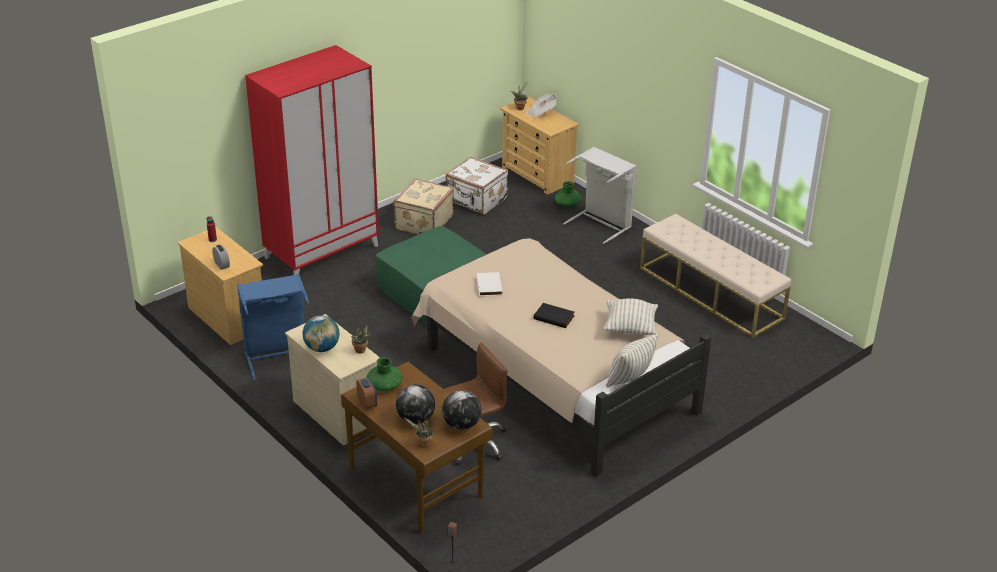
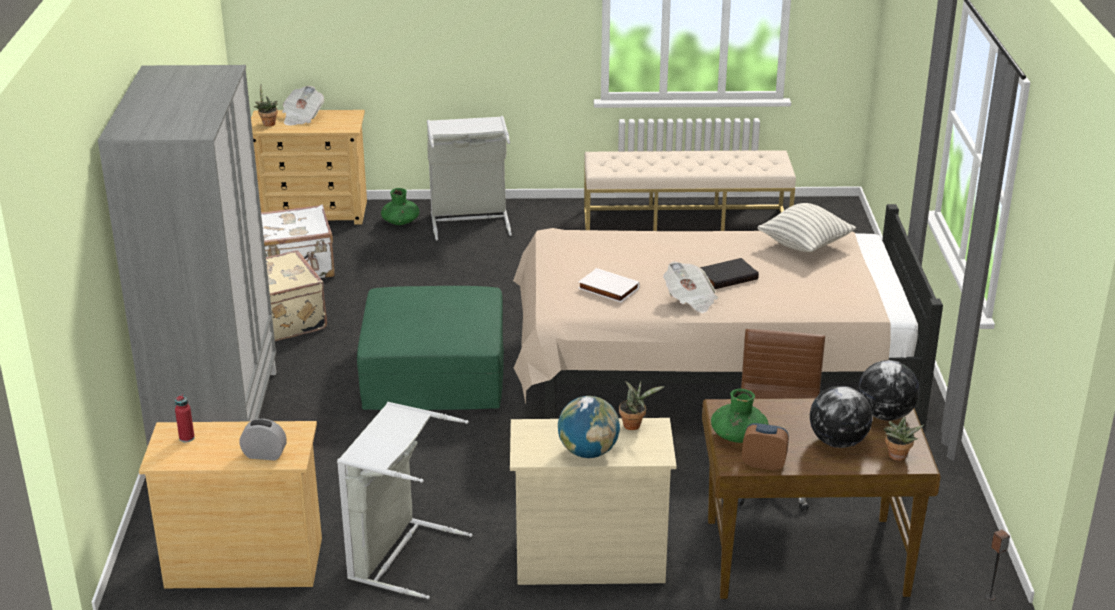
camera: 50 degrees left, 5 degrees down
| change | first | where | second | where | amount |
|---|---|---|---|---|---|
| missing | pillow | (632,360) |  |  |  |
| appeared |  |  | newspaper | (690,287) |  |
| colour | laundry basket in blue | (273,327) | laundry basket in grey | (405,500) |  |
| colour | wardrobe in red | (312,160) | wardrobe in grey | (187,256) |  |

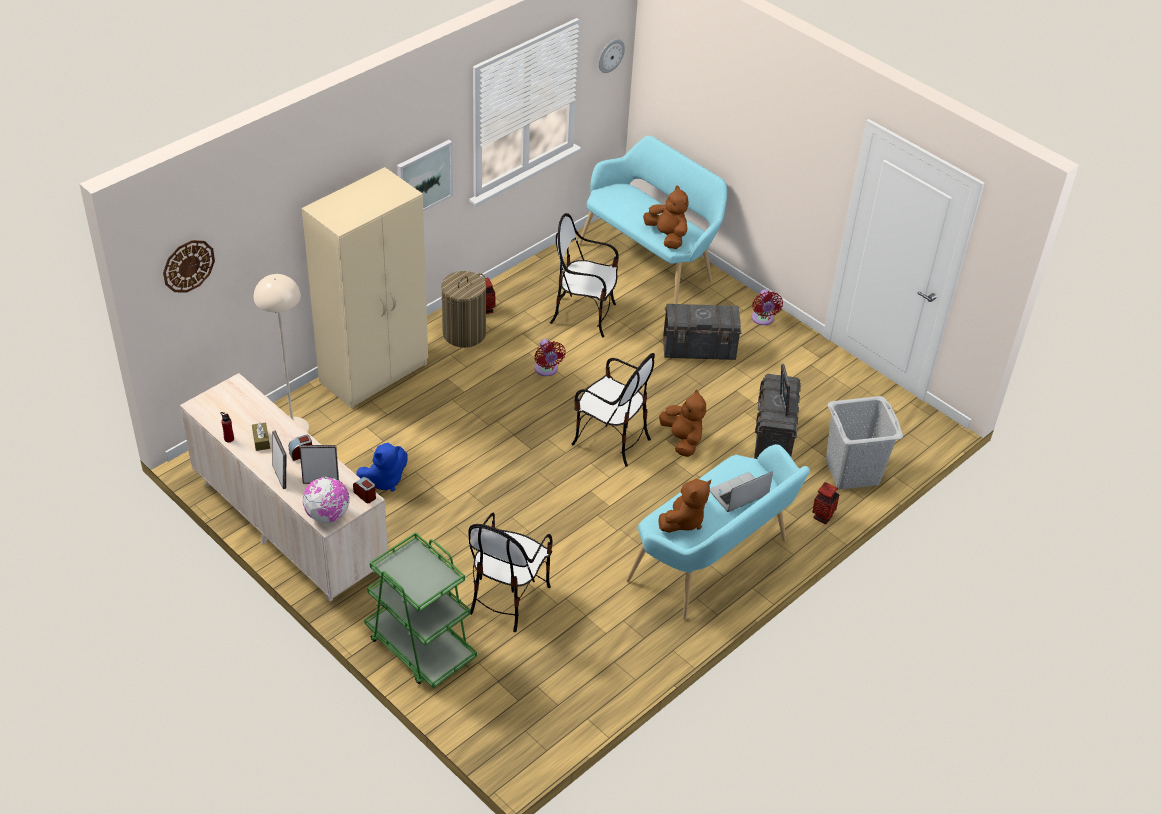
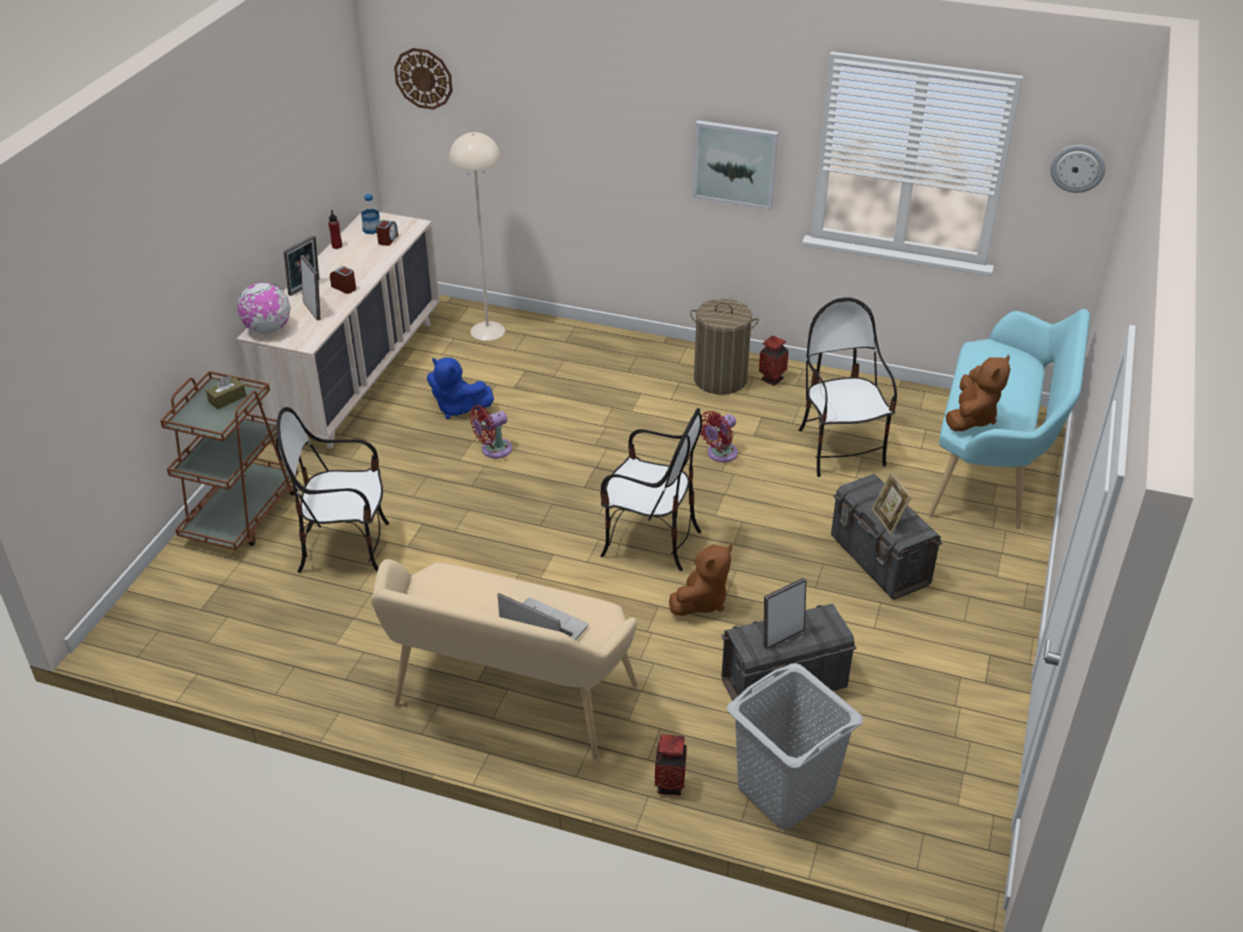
camera: 65 degrees right, 5 degrees down
| change | first | where | second | where | amount |
|---|---|---|---|---|---|
| missing | wardrobe in beige | (365,288) |  |  |  |
| missing | plush toy in brown | (684,506) |  |  |  |
| appeared |  |  | bottle | (370,214) |  |
| appeared |  |  | picture frame | (891,503) |  |
| relocated | tissue box in brown | (261,436) |  | (226,392) |  |
| relocated | alarm clock | (364,490) |  | (387,233) |  |
| relocated | fan in red | (767,307) |  | (491,431) |  |
| colour | cart in green | (420,610) | cart in brown | (229,460) |  |
| colour | bench in turquoise | (718,532) | bench in beige | (504,659) |  |
| spun | chair | (613,410) |  | (651,489) | 75 degrees counterclockwise |

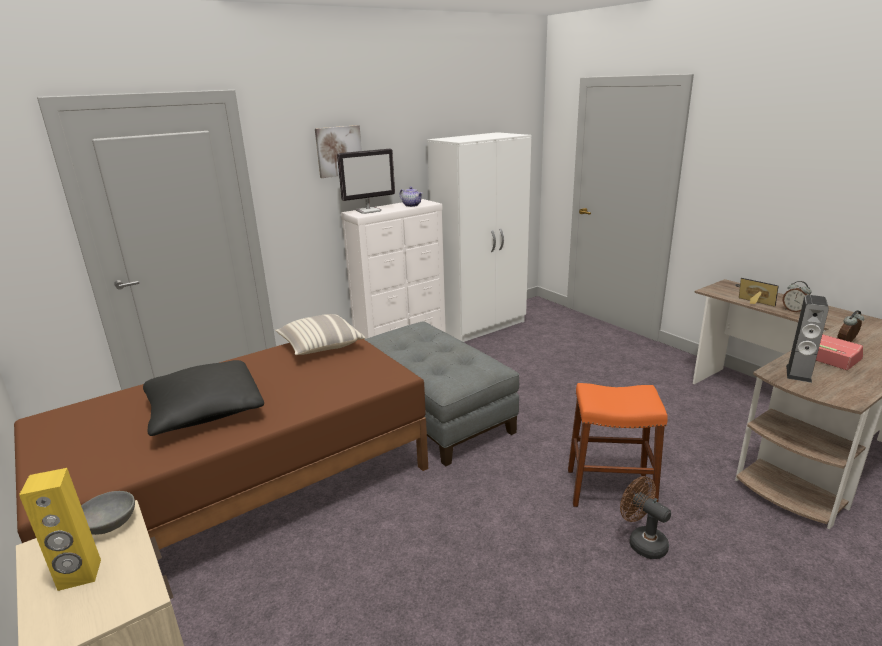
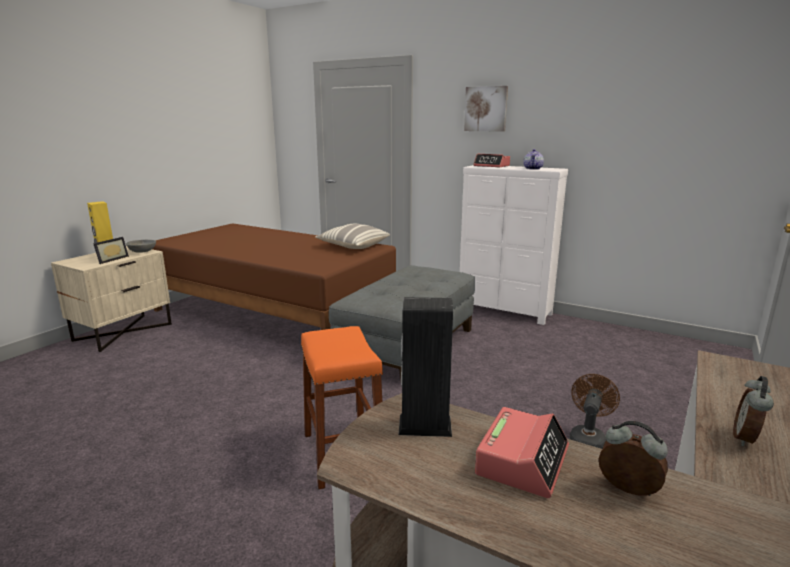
camera: 65 degrees right, 5 degrees down
| change | first | where | second | where | amount |
|---|---|---|---|---|---|
| missing | pillow in black | (203,398) |  |  |  |
| missing | wardrobe in white | (479,237) |  |  |  |
| relocated | fan in brown | (645,517) |  | (594,411) |  |
| relocated | picture frame | (759,292) |  | (111,250) |  |
| exchanged | monitor | (366,181) | alarm clock | (491,161) |  |

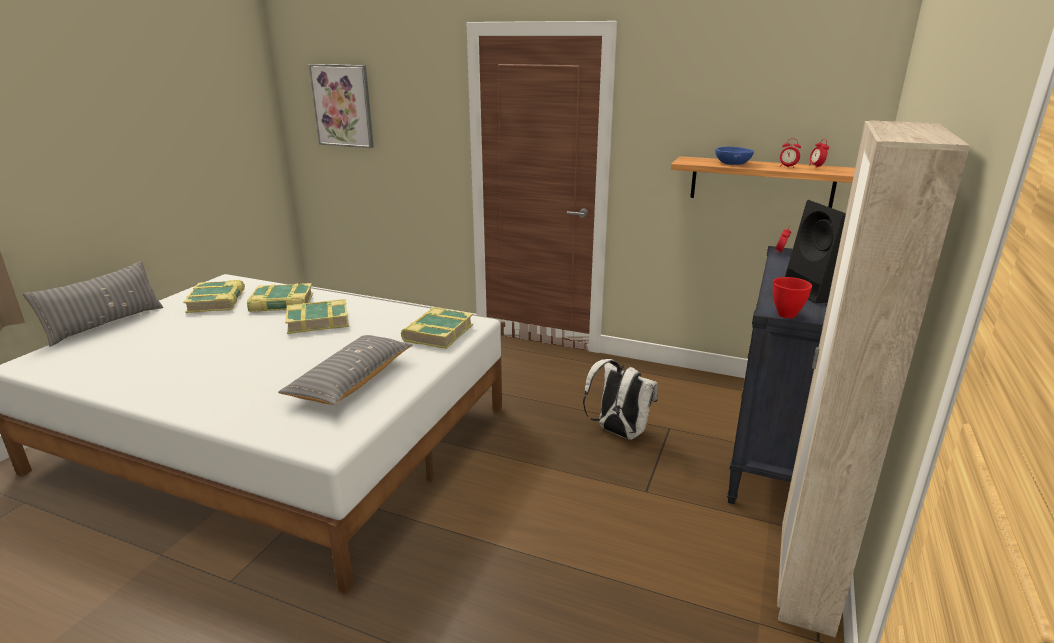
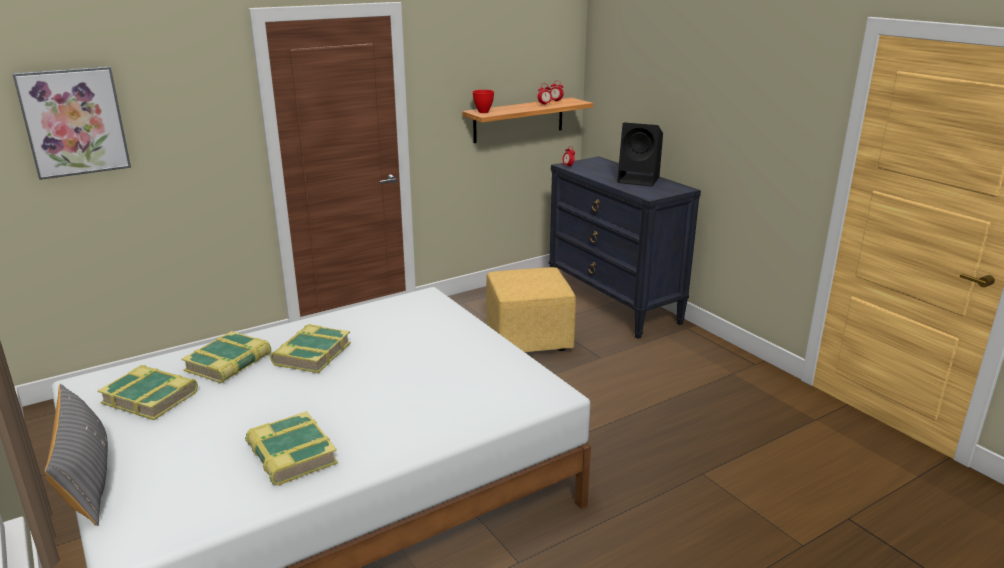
camera: 55 degrees left, 0 degrees up
| change | first | where | second | where | amount |
|---|---|---|---|---|---|
| missing | pillow in grey | (345,370) |  |  |  |
| missing | bowl in blue | (734,156) |  |  |  |
| missing | wardrobe in beige | (873,379) |  |  |  |
| relocated | book | (437,328) |  | (291,448) |  |
| relocated | bowl in red | (792,297) |  | (483,101) |  |
| exchanged | backpack in white | (620,399) | ottoman in yellow | (531,309) |  |

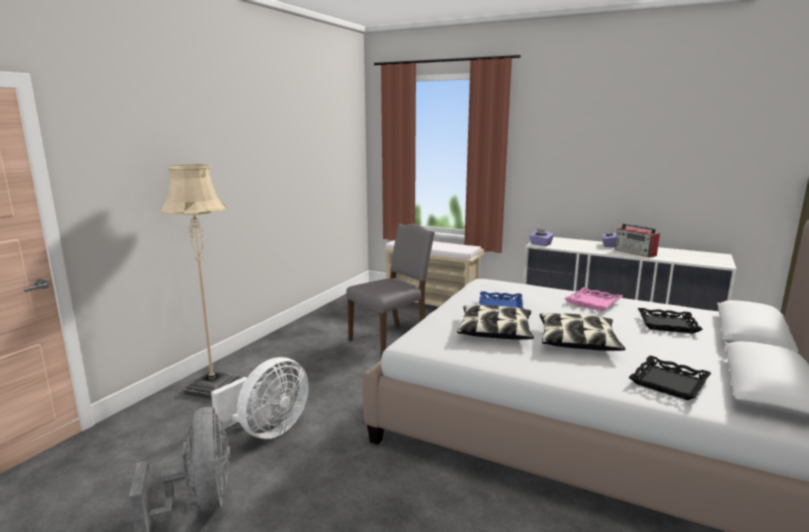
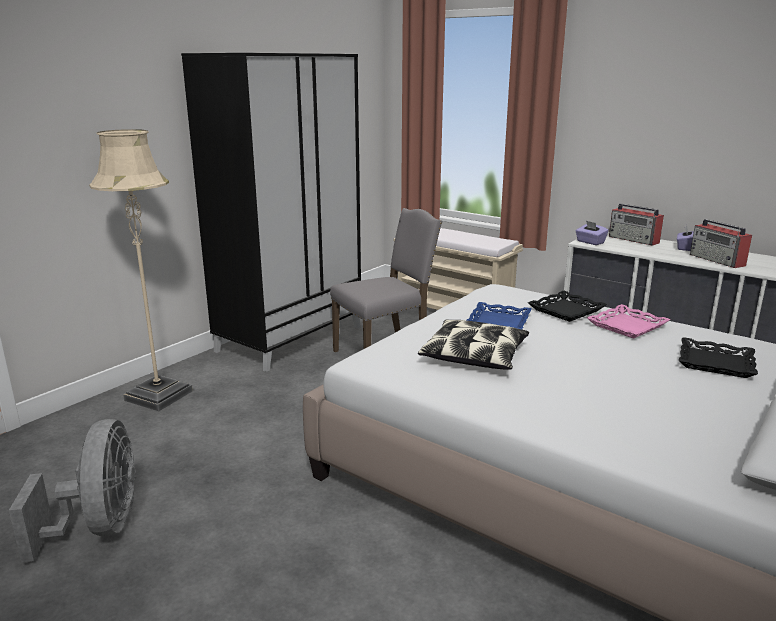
camera: 10 degrees right, 5 degrees up
| change | first | where | second | where | amount |
|---|---|---|---|---|---|
| missing | fan in white | (260,398) |  |  |  |
| missing | pillow | (582,332) |  |  |  |
| appeared |  |  | wardrobe in black | (271,212) |  |
| appeared |  |  | radio | (636,225) |  |
| relocated | tray in black | (669,378) |  | (567,306) |  |

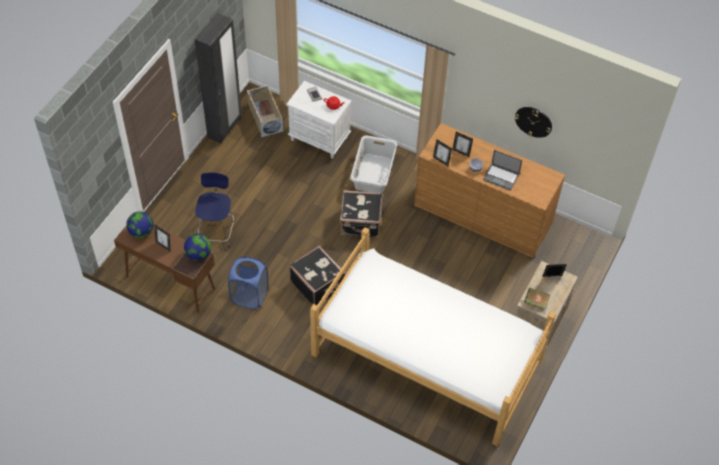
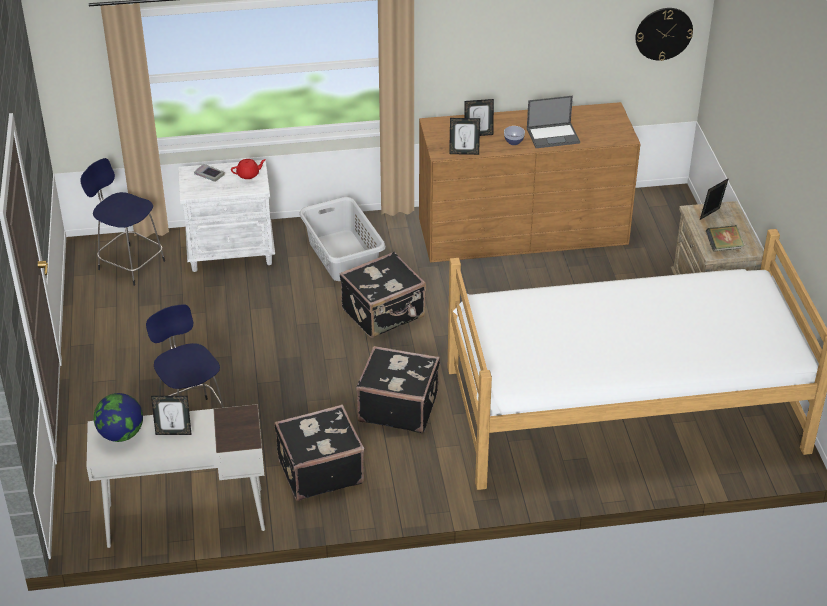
camera: 35 degrees left, 15 degrees down
| change | first | where | second | where | amount |
|---|---|---|---|---|---|
| missing | globe | (197,247) |  |  |  |
| missing | wardrobe in black | (218,78) |  |  |  |
| relocated | wall clock | (533,122) |  | (664,34) |  |
| exchanged | laundry basket in blue | (248,283) | suitcase in black | (319,452) |  |
| exchanged | storage box in beige | (265,111) | stool in blue | (122,222) |  |
| colour | desk in brown | (164,269) | desk in white | (175,476) |  |

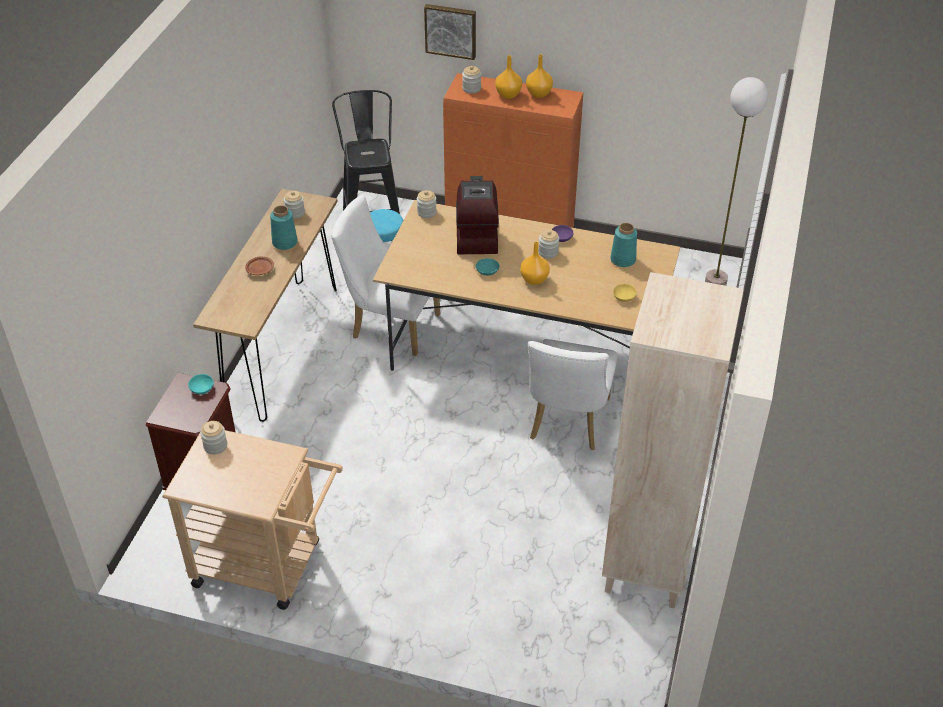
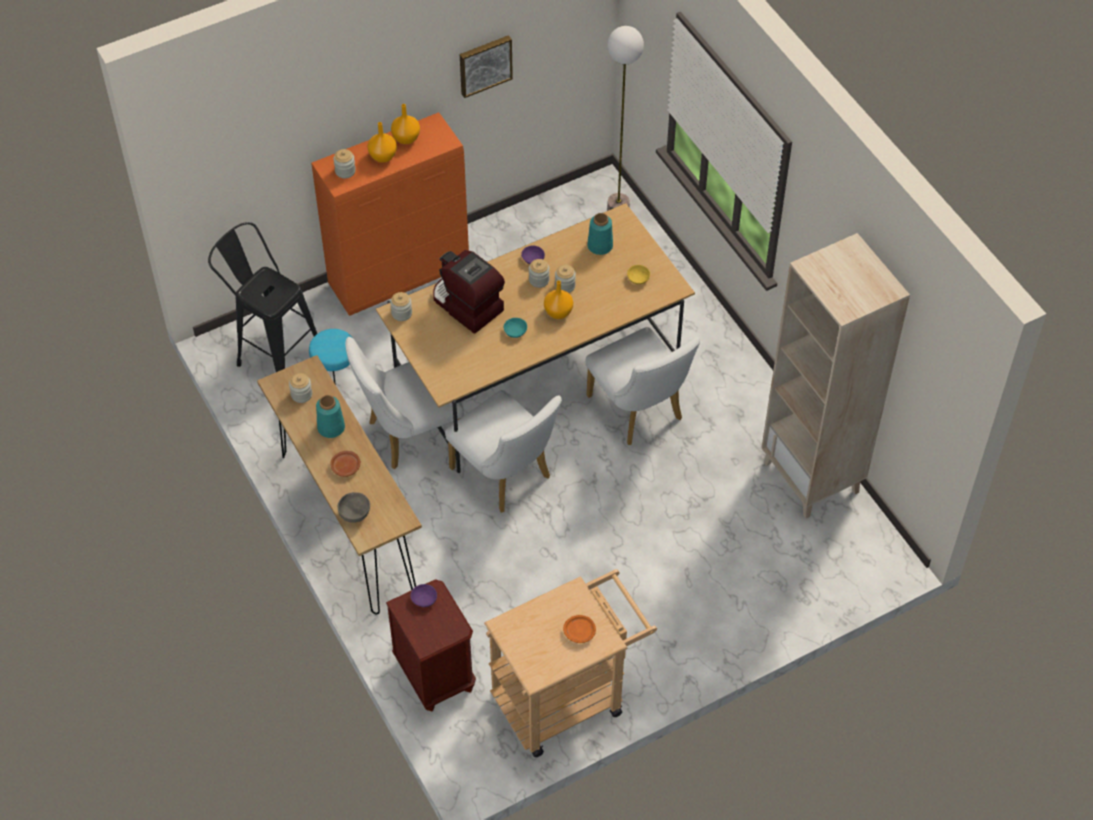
camera: 45 degrees left, 10 degrees up
| change | first | where | second | where | amount |
|---|---|---|---|---|---|
| appeared |  |  | bowl in grey | (354,507) |  |
| appeared |  |  | chair in white | (503,451) |  |
| appeared |  |  | plate in orange | (579,629) |  |
| relocated | jar | (213,437) |  | (565,279) |  |
| relocated | picture | (450,32) |  | (486,66) |  |
| colour | bowl in turquoise | (201,384) | bowl in purple | (424,595) |  |

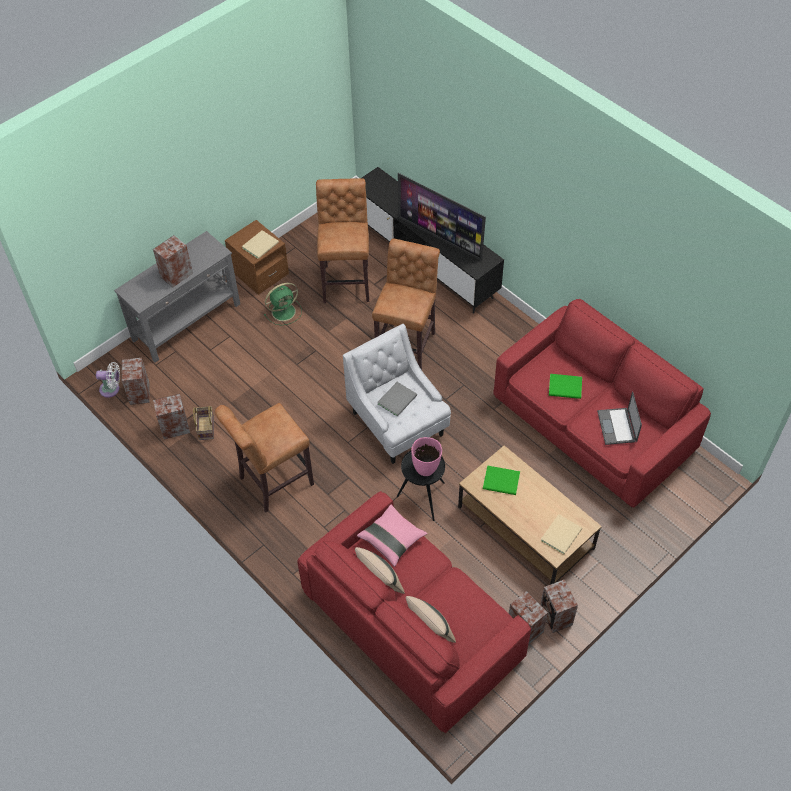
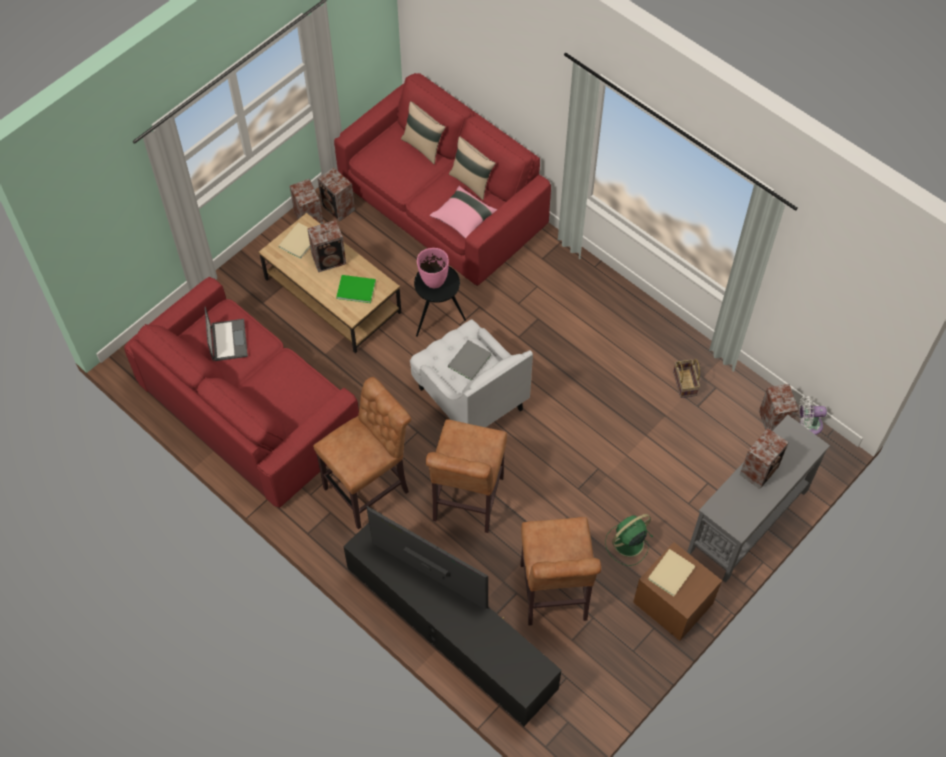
camera: 175 degrees right, 5 degrees up
| change | first | where | second | where | amount |
|---|---|---|---|---|---|
| missing | book in green | (565,386) |  |  |  |
| relocated | speaker | (171,416) |  | (326,246) |  |
| relocated | stool in brown | (264,458) |  | (362,453) |  |

